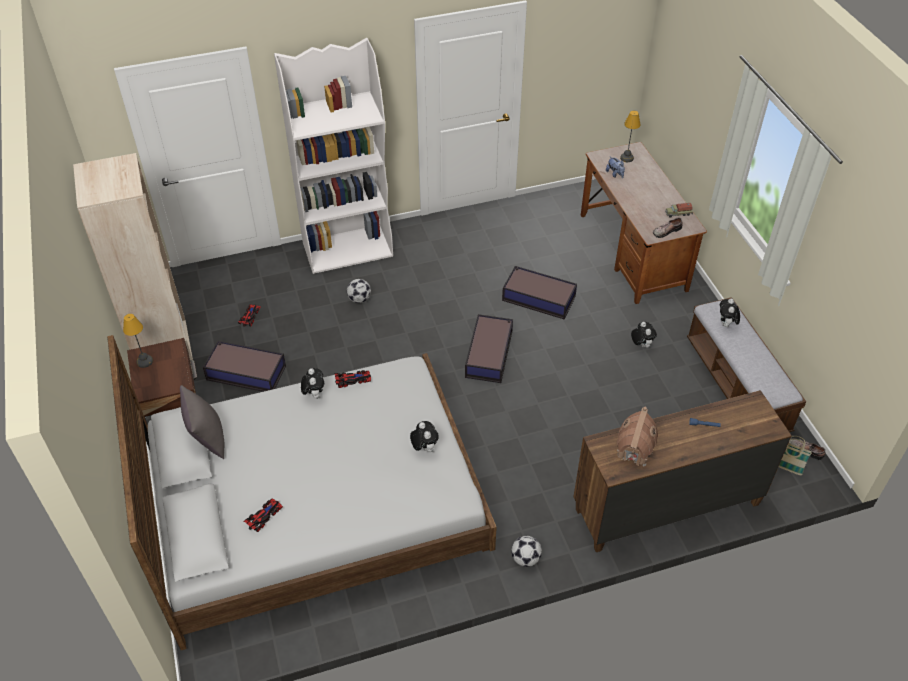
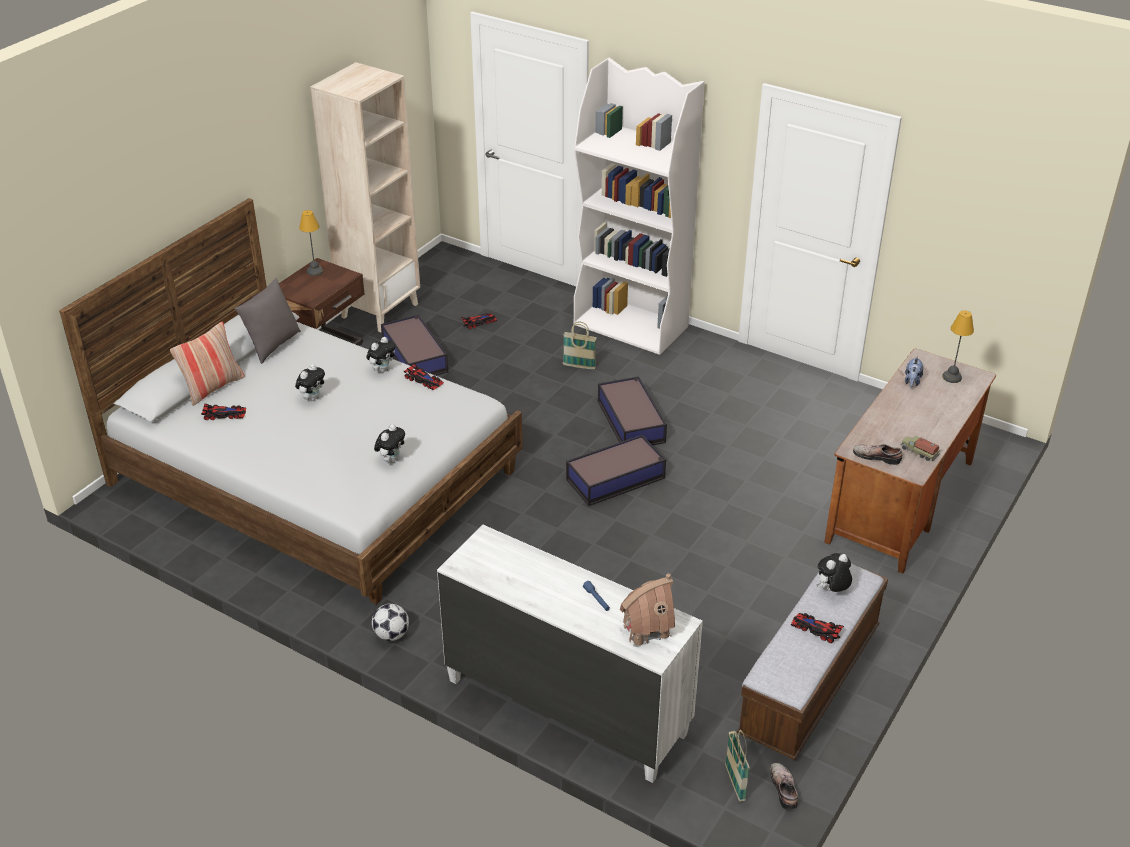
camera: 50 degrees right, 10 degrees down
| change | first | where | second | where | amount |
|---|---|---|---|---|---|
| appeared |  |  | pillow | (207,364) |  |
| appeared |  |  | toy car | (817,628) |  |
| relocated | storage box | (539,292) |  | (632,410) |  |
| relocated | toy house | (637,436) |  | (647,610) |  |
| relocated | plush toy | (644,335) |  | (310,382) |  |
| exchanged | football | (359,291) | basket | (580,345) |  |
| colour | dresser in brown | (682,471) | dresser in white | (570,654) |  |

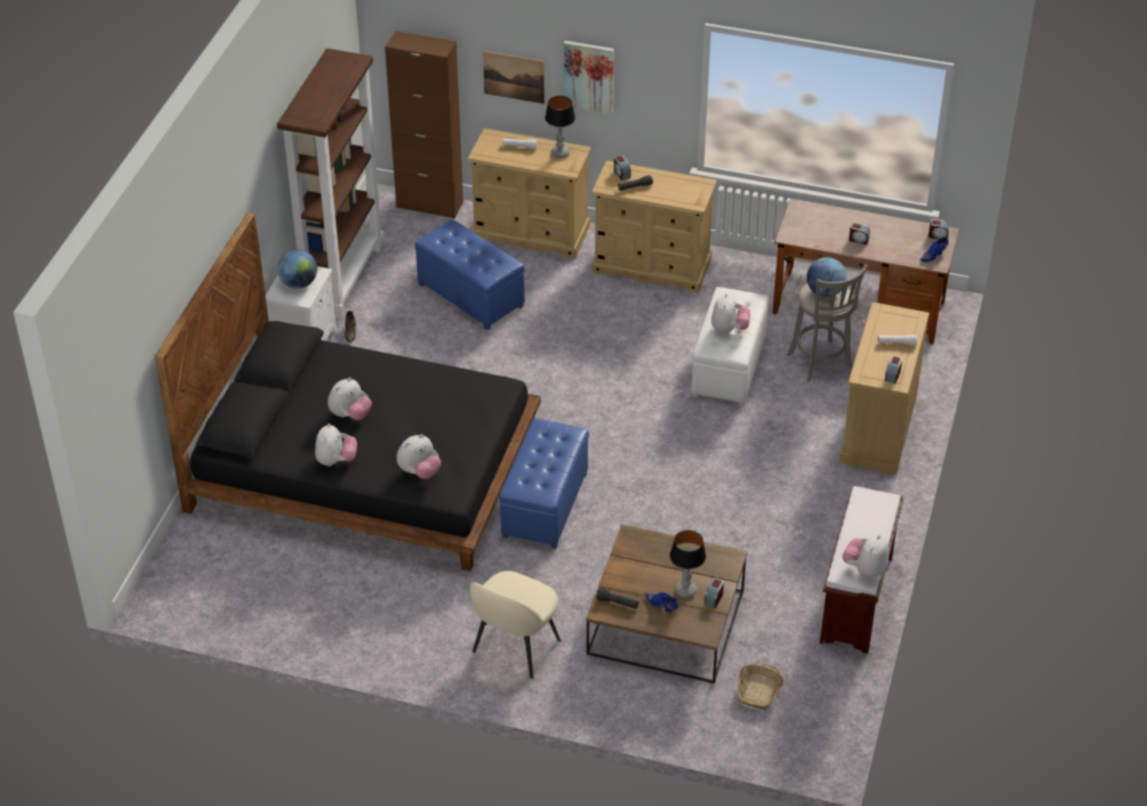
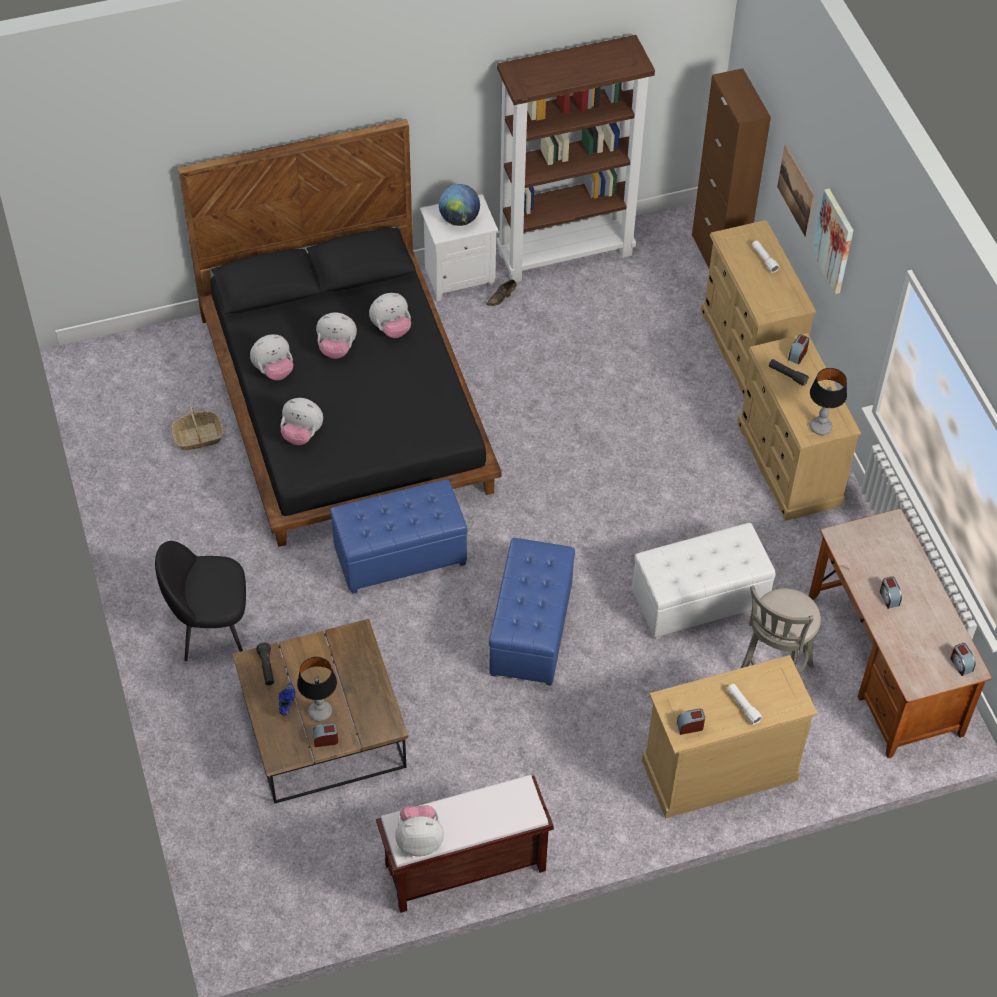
camera: 55 degrees right, 10 degrees up
| change | first | where | second | where | amount |
|---|---|---|---|---|---|
| missing | globe | (827,277) |  |  |  |
| missing | shoe in blue | (934,249) |  |  |  |
| relocated | ottoman in blue | (470,275) |  | (532,611) |  |
| relocated | table lamp | (560,127) |  | (828,401) |  |
| relocated | plush toy | (730,313) |  | (390,315) |  |
| relocated | basket | (760,686) |  | (197,427) |  |
| colour | chair in beige | (515,625) | chair in black | (200,601) |  |

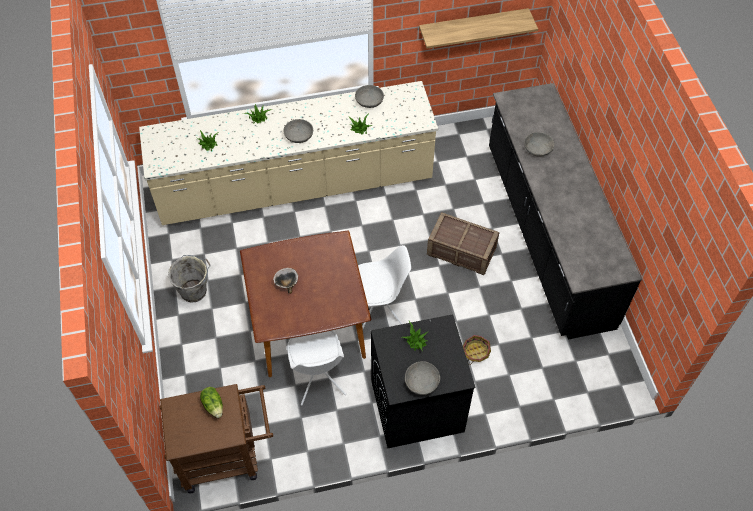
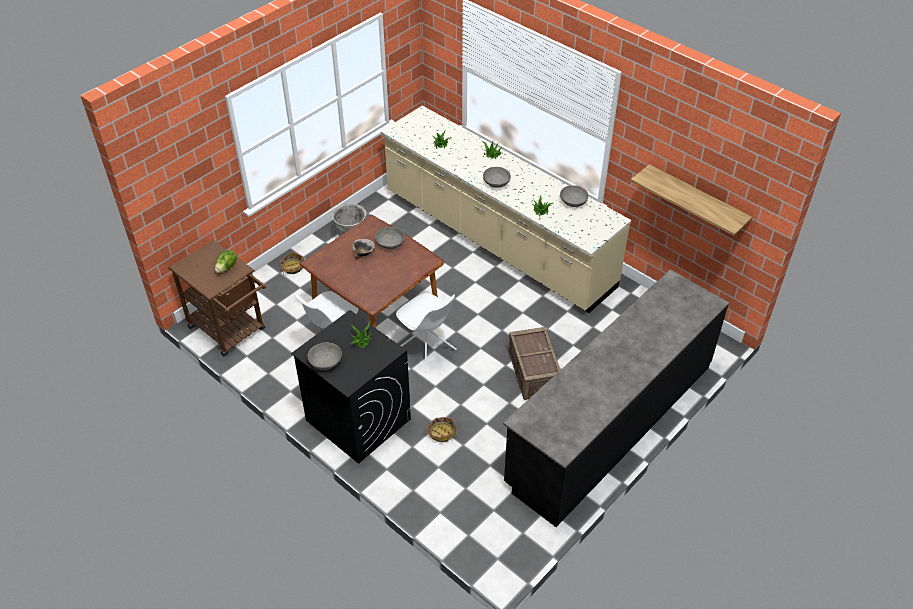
camera: 55 degrees right, 10 degrees down
| change | first | where | second | where | amount |
|---|---|---|---|---|---|
| appeared |  |  | basket | (292,263) |  |
| relocated | bowl in grey | (539,144) |  | (389,238) |  |

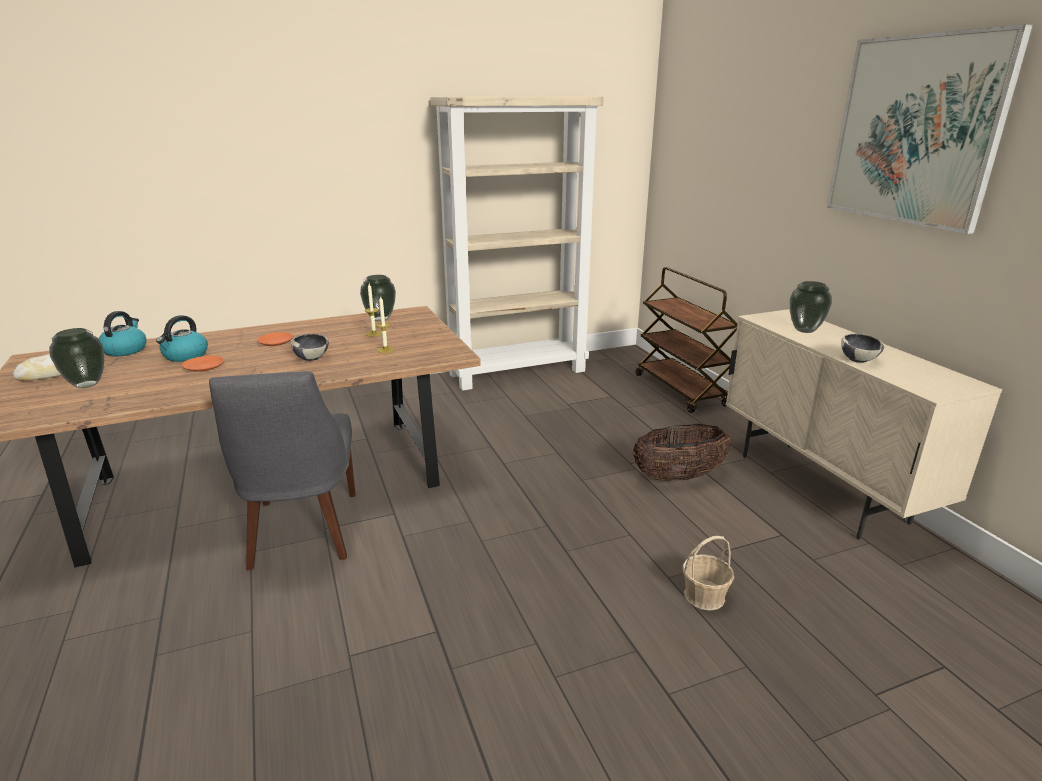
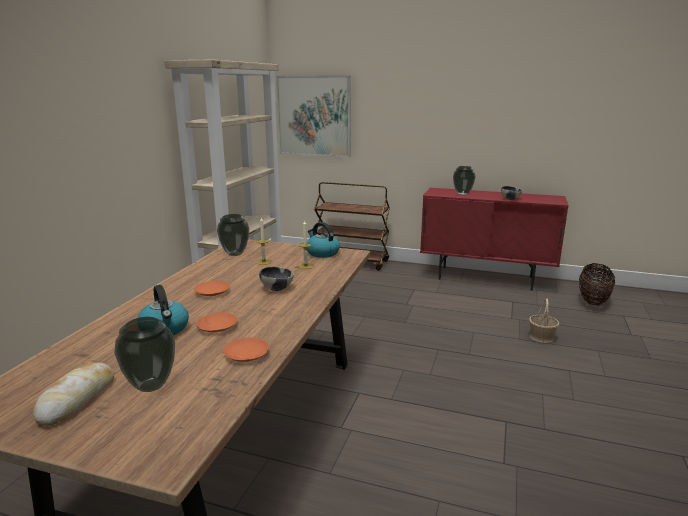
camera: 50 degrees left, 5 degrees down
| change | first | where | second | where | amount |
|---|---|---|---|---|---|
| missing | chair in grey | (282,470) |  |  |  |
| appeared |  |  | plate in orange | (246,350) |  |
| relocated | kettle | (123,333) |  | (323,240) |  |
| relocated | basket | (682,453) |  | (597,284) |  |
| relocated | picture | (930,129) |  | (313,116) |  |
| colour | cabinet in beige | (864,424) | cabinet in red | (494,239) |  |

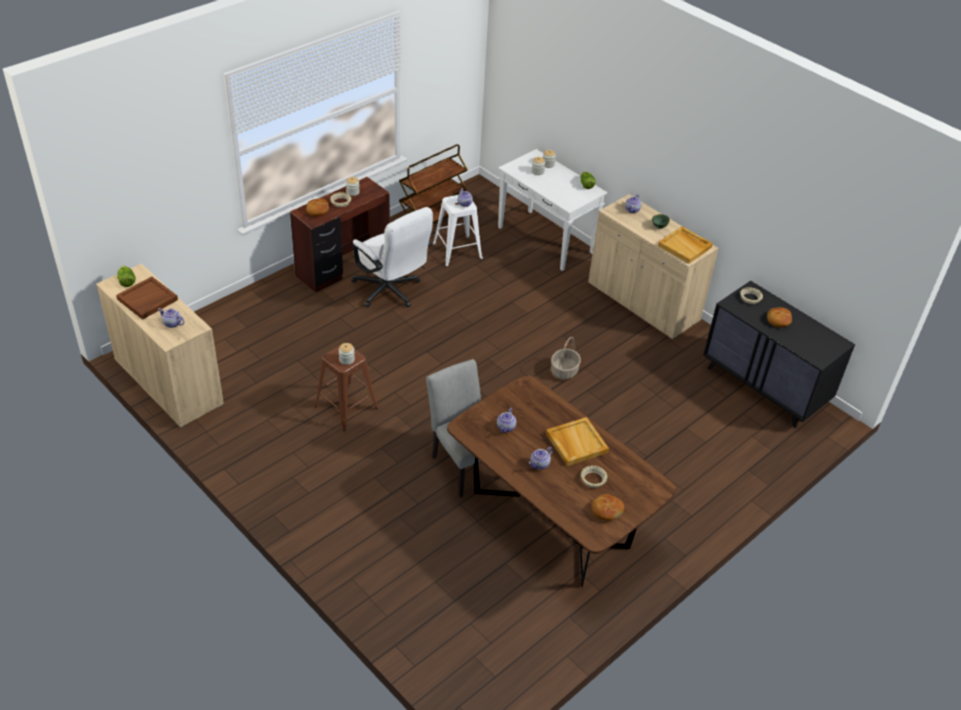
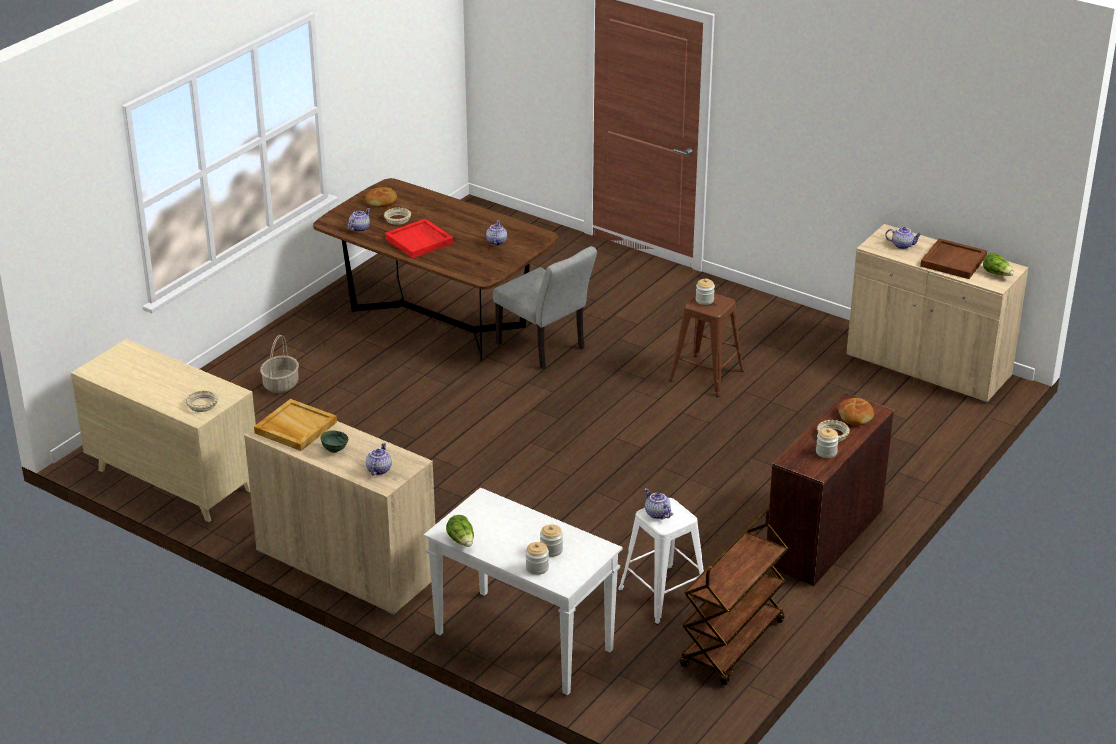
camera: 170 degrees right, 10 degrees down
| change | first | where | second | where | amount |
|---|---|---|---|---|---|
| missing | office chair in white | (392,257) |  |  |  |
| missing | bread | (779,317) |  |  |  |
| relocated | teapot | (541,458) |  | (359,220) |  |
| relocated | basket | (566,358) |  | (279,364) |  |
| colour | tray in beige | (577,441) | tray in red | (419,238) |  |
| colour | dresser in black | (779,354) | dresser in beige | (163,430) |  |

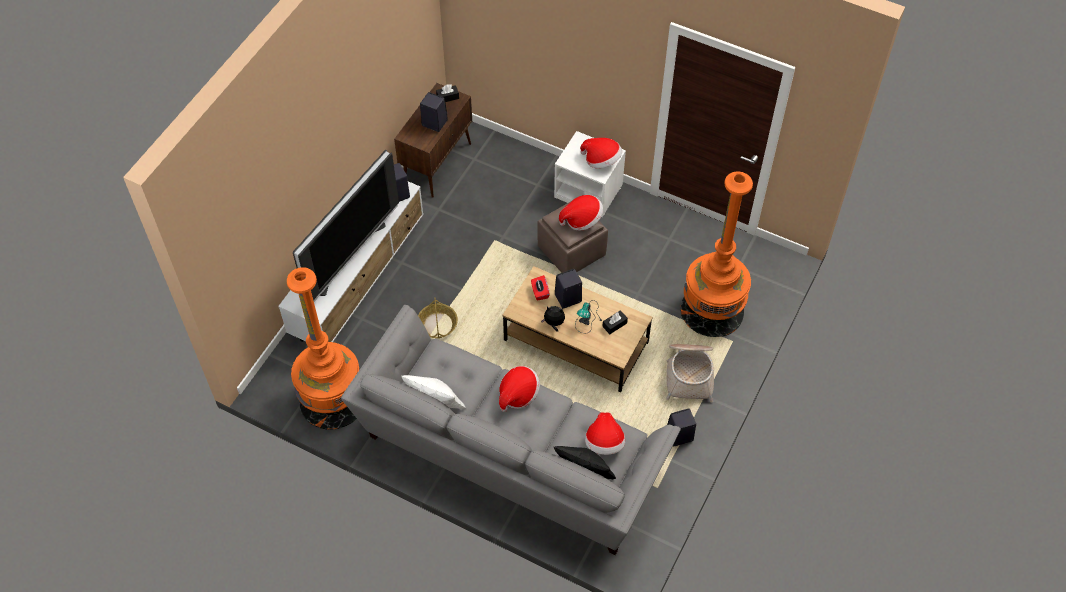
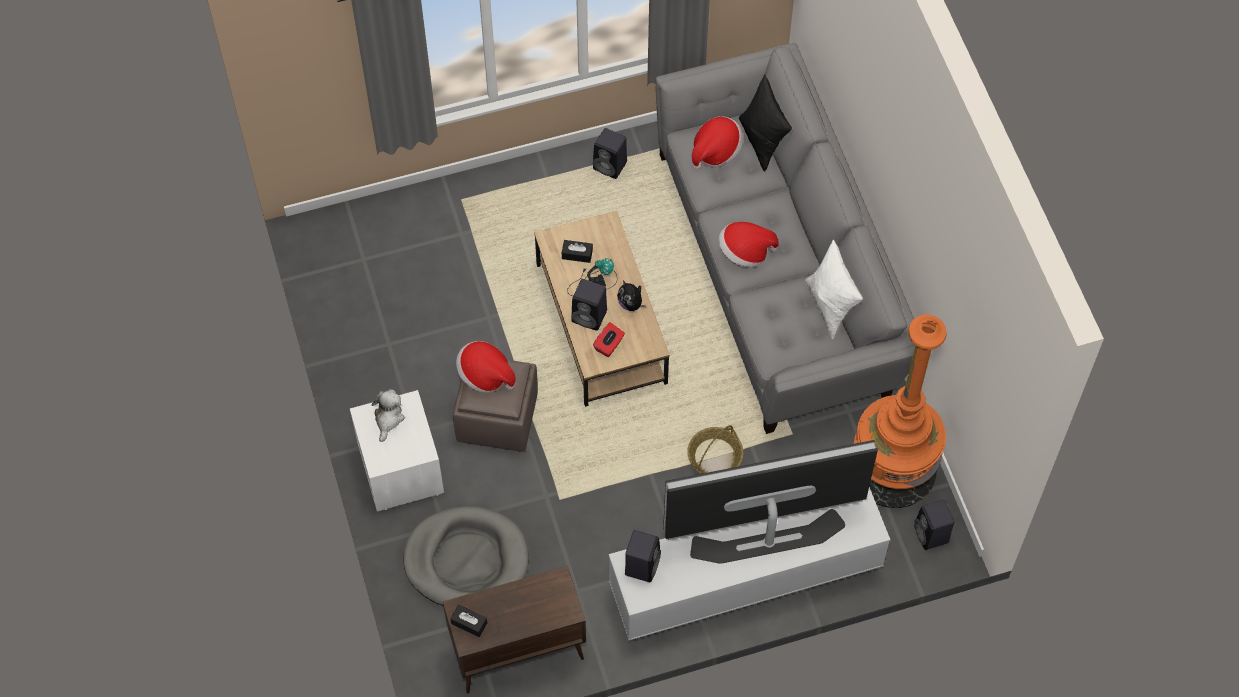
camera: 135 degrees left, 5 degrees up
| change | first | where | second | where | amount |
|---|---|---|---|---|---|
| missing | basket | (690,373) |  |  |  |
| missing | floor lamp in orange | (717,254) |  |  |  |
| appeared |  |  | dog bed in grey | (466,556) |  |
| relocated | speaker in black | (434,112) |  | (934,525) |  |
| exchanged | hat | (601,153) | plush toy | (387,415) |  |

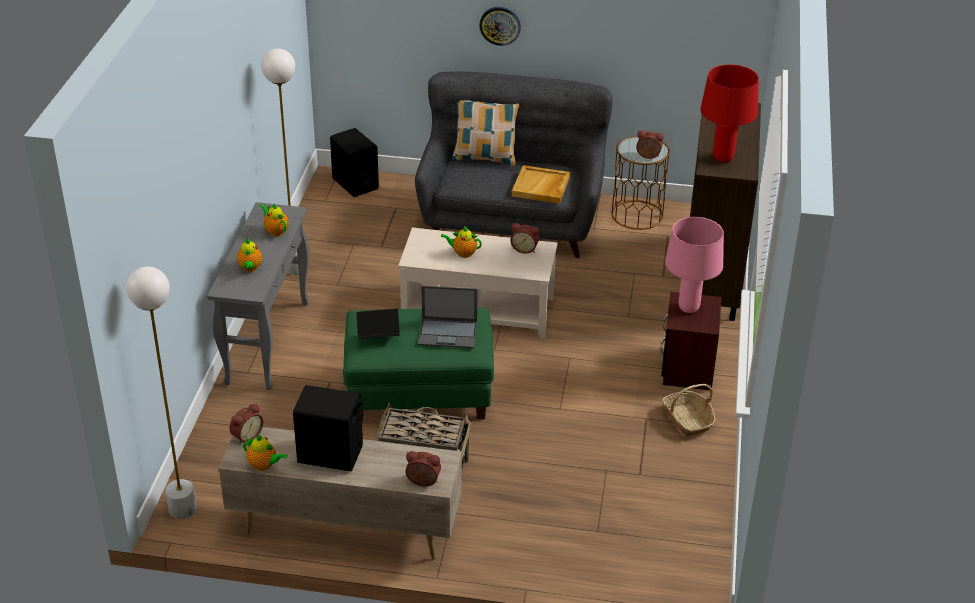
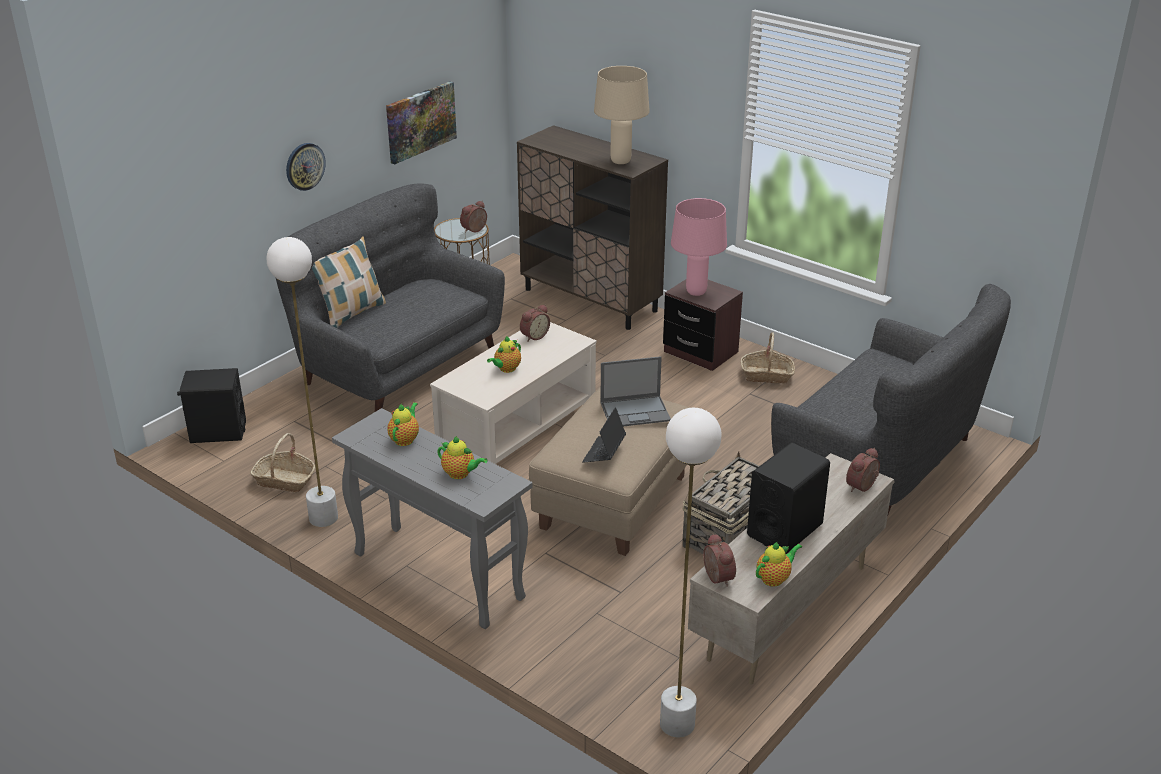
camera: 60 degrees left, 5 degrees down
| change | first | where | second | where | amount |
|---|---|---|---|---|---|
| missing | tray in beige | (541,184) |  |  |  |
| appeared |  |  | basket | (283,462) |  |
| appeared |  |  | picture | (421,122) |  |
| appeared |  |  | sofa in grey | (891,400) |  |
| colour | ottoman in green | (418,365) | ottoman in beige | (609,471) |  |
| colour | table lamp in red | (729,114) | table lamp in beige | (622,115) |  |
| spun | teapot | (274,219) |  | (403,424) | 120 degrees clockwise |
| spun | laptop | (447,316) |  | (635,391) | 45 degrees clockwise |

